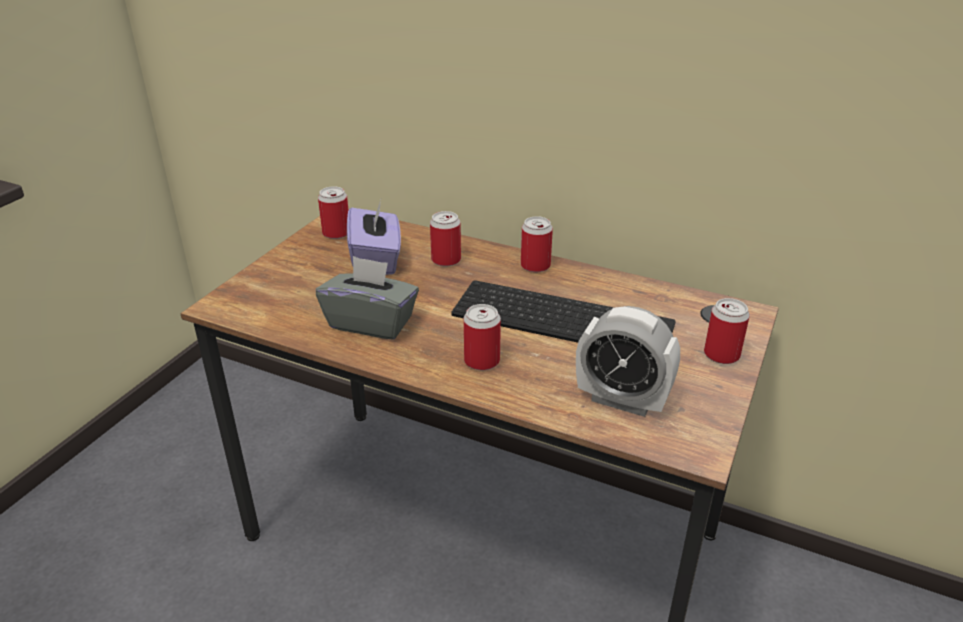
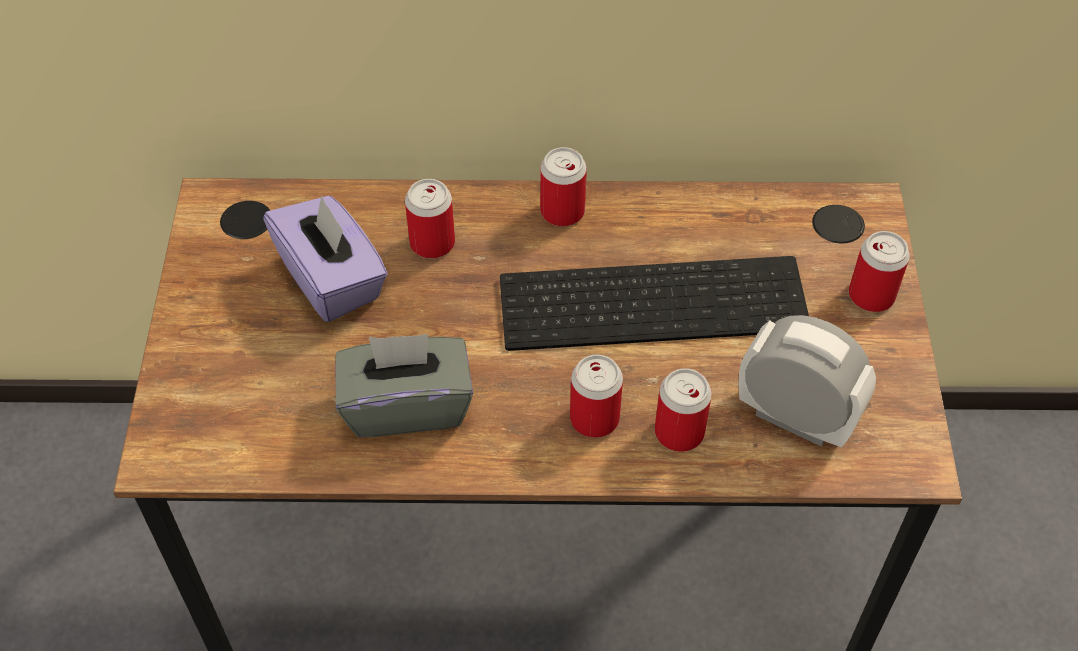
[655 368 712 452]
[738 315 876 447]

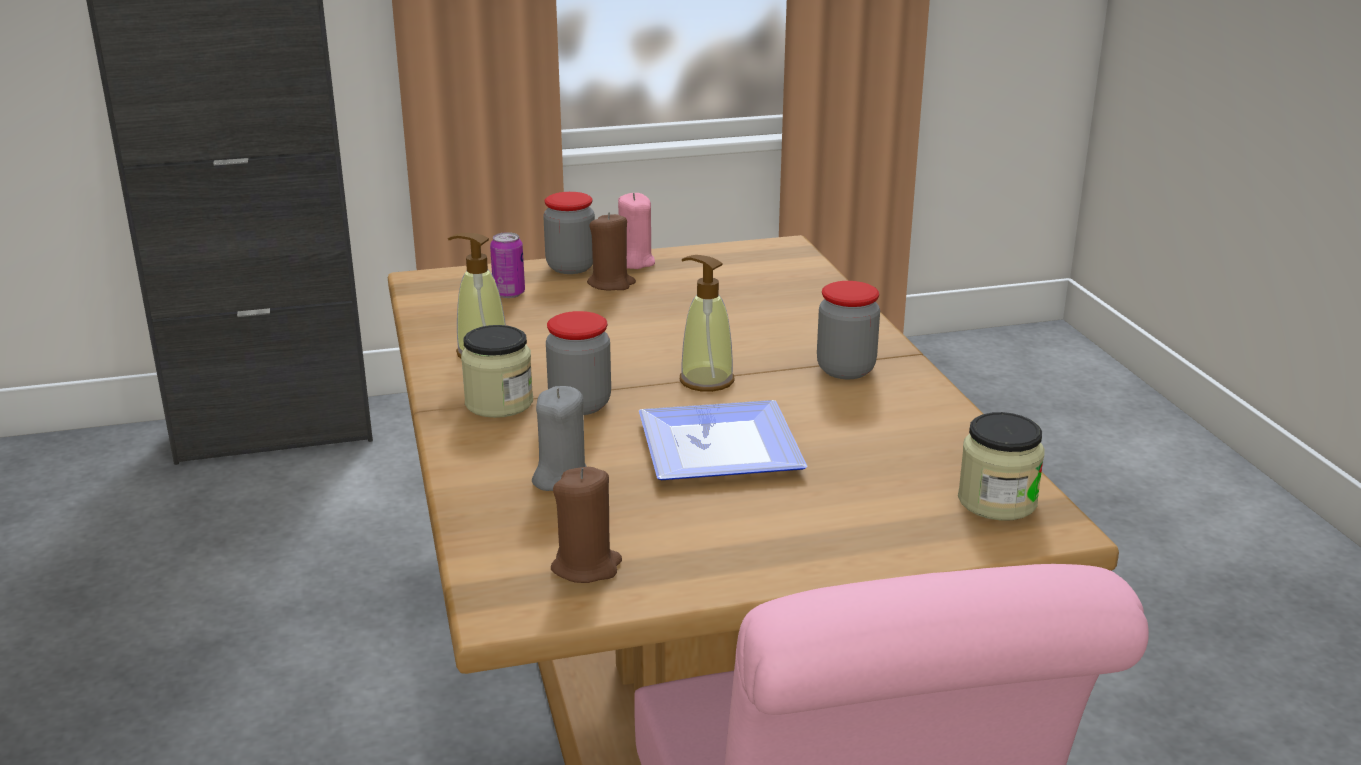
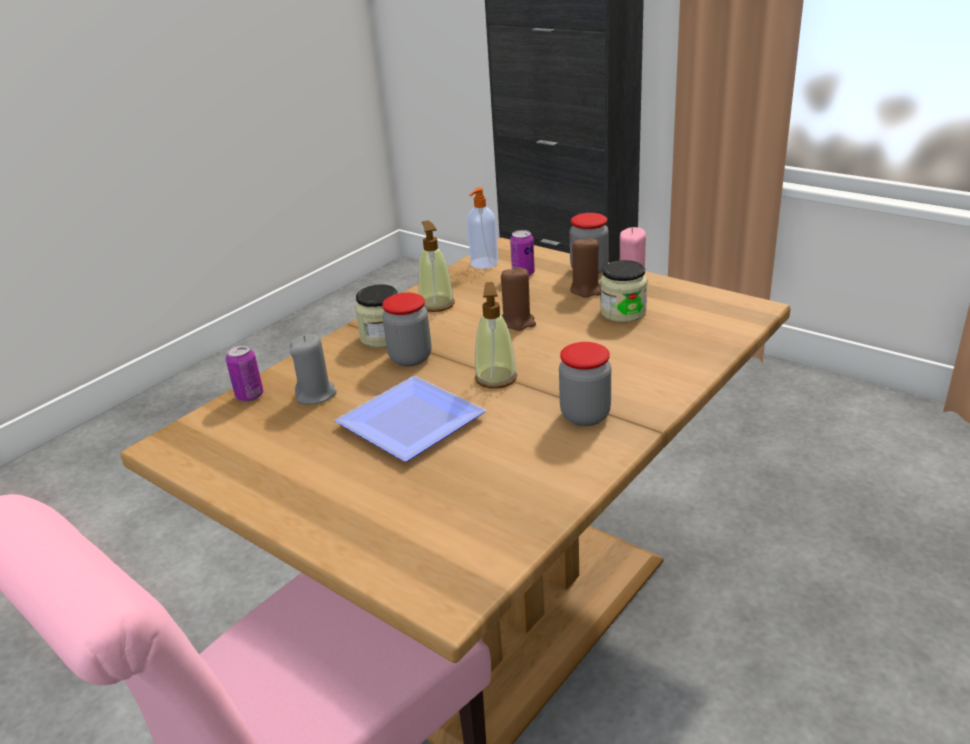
[600 260 647 322]
[501 266 536 331]
[467 187 498 269]
[226 344 263 402]

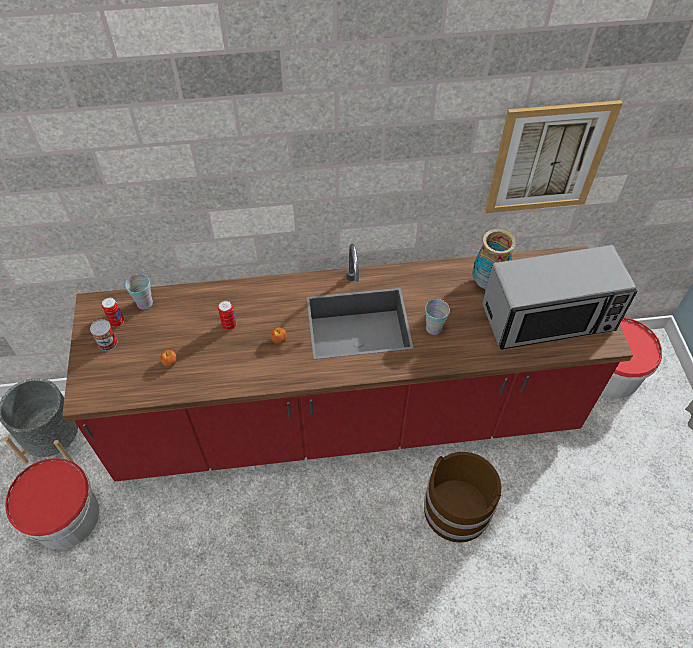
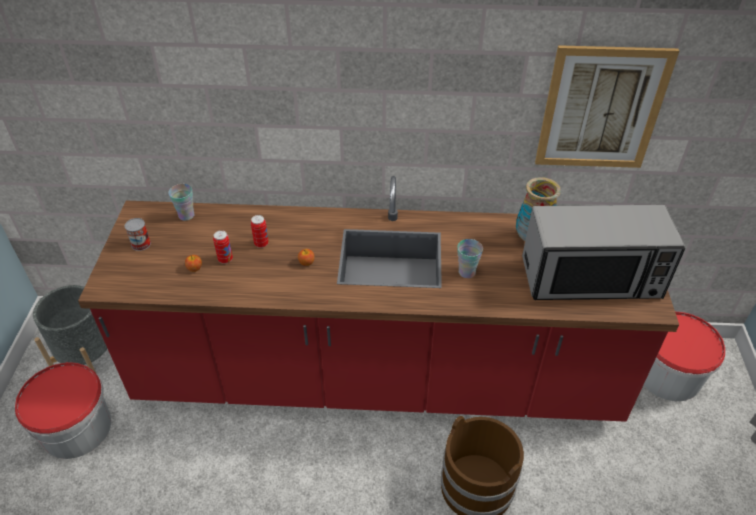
[213 230 233 264]

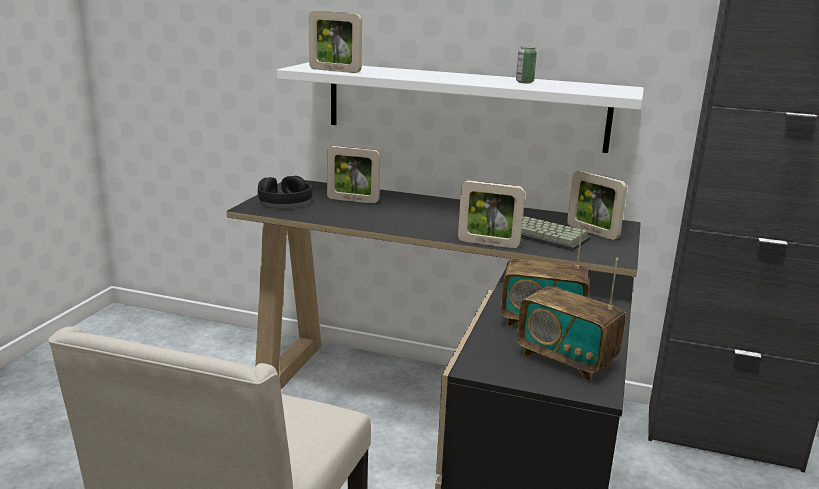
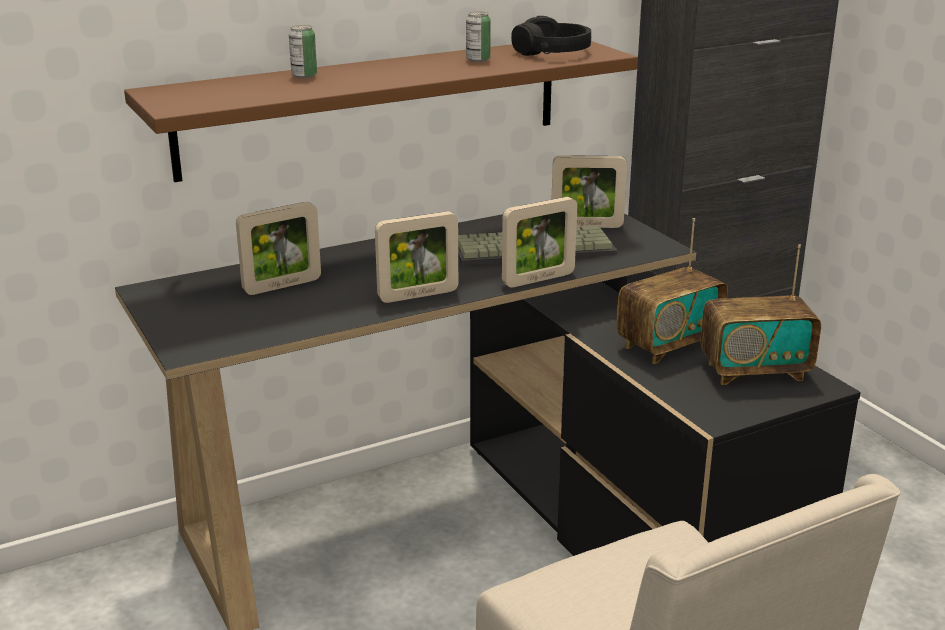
[375 211 458 303]
[124 41 638 182]
[511 16 591 56]
[289 25 317 79]

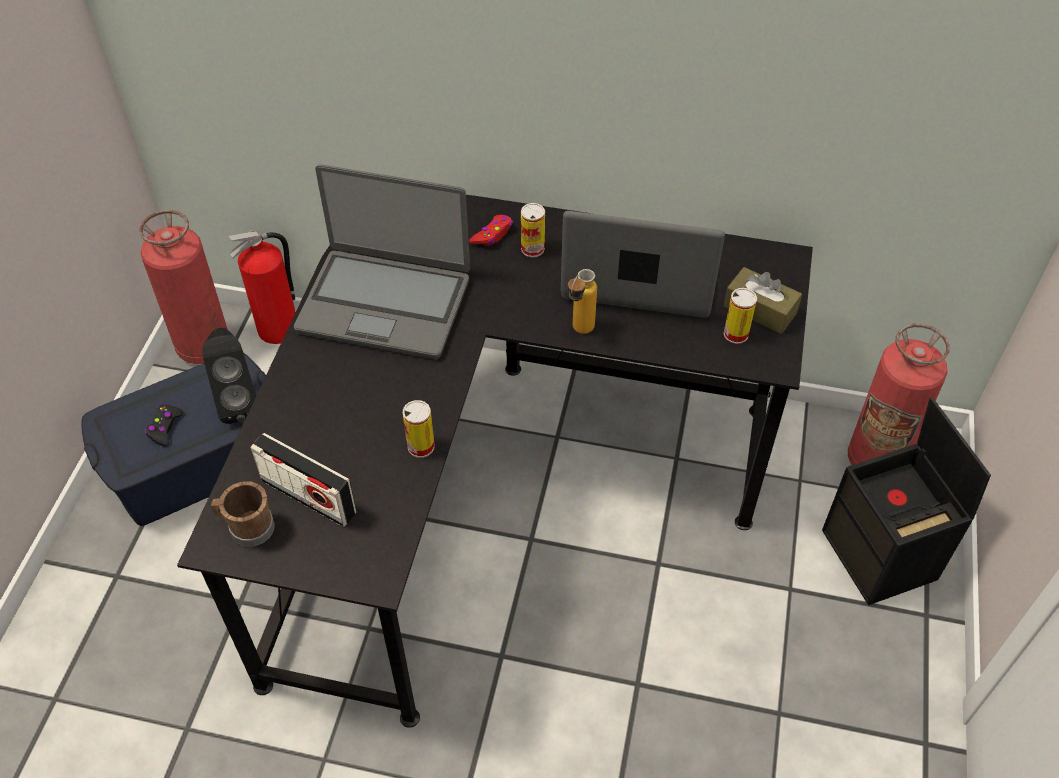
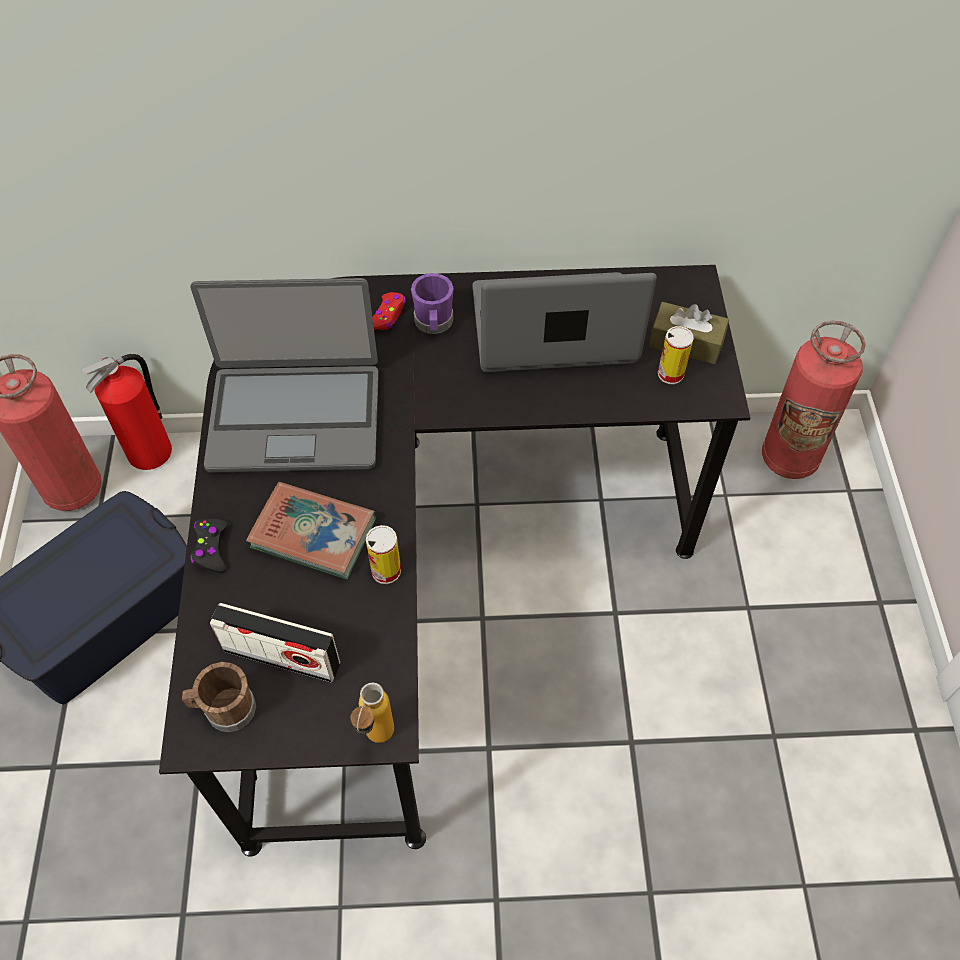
[411 273 453 334]
[351 683 394 743]
[202 328 256 424] (first image)
[822 397 991 605] (first image)
[190 518 229 573]
[246 482 376 579]

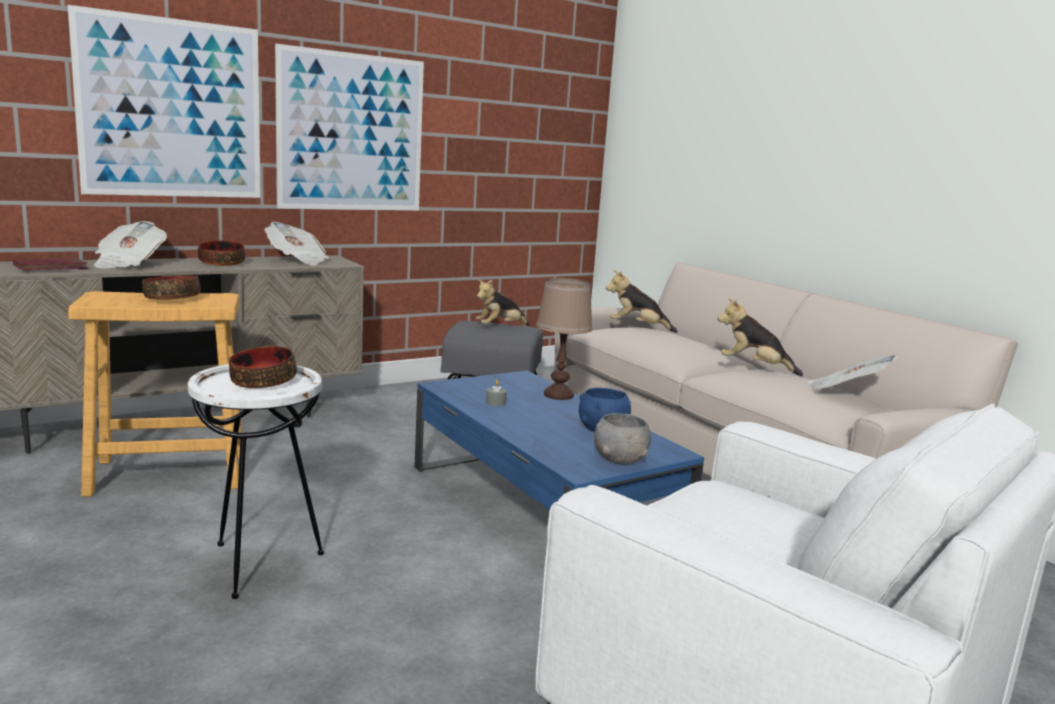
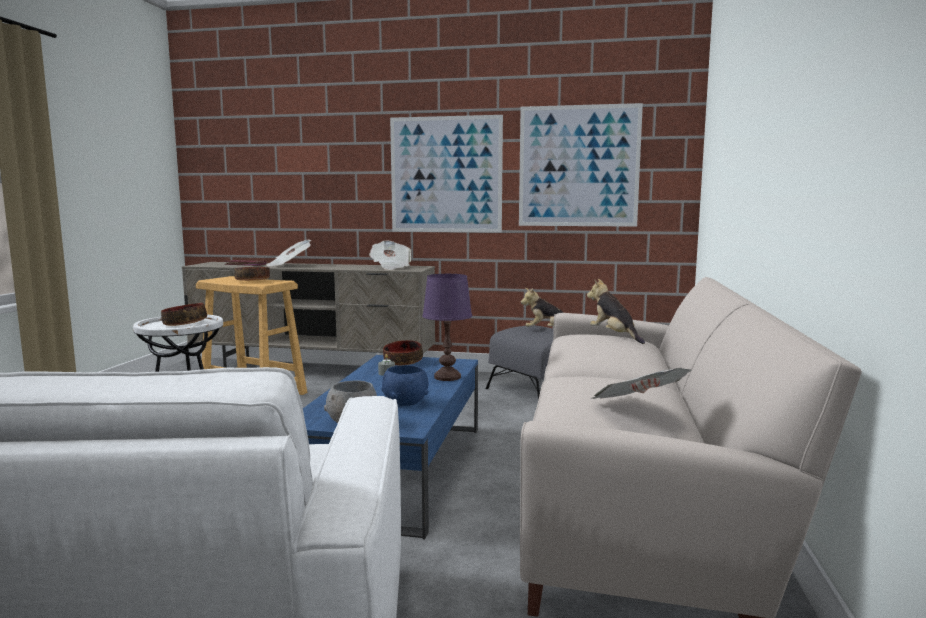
[519 103 643 227]
[383 340 423 365]
[422 274 472 381]
[718 298 803 376] (first image)

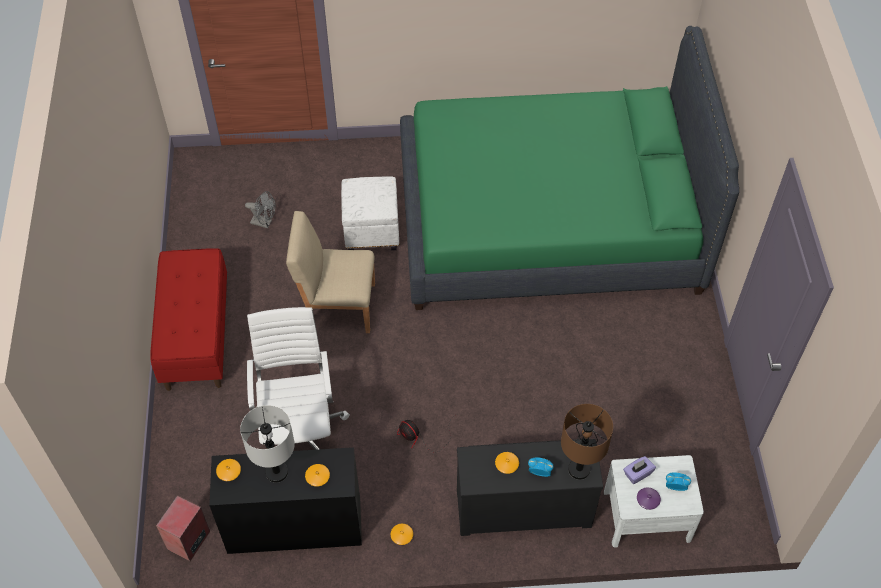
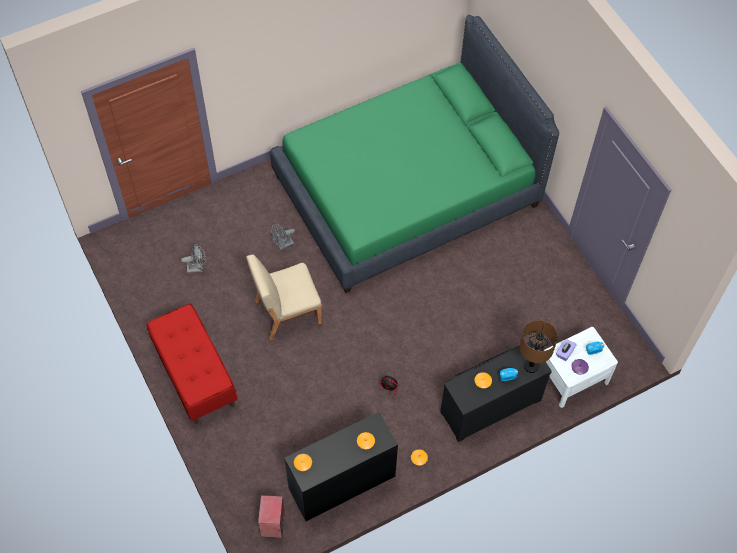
[271 223 295 250]
[247 307 350 450] (first image)
[240 405 295 483] (first image)

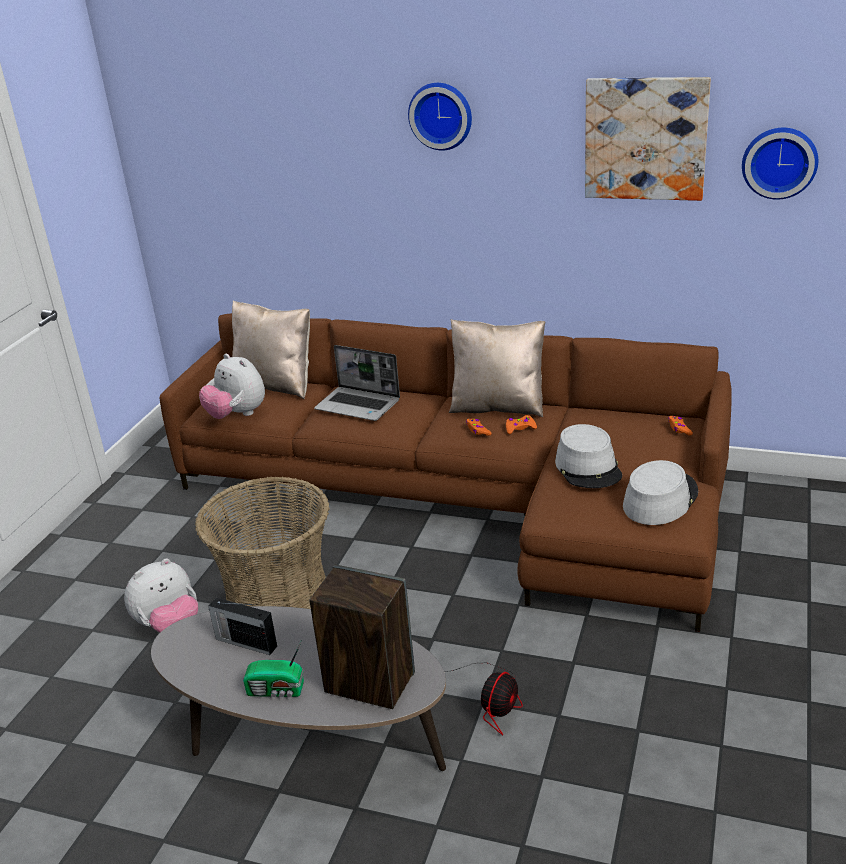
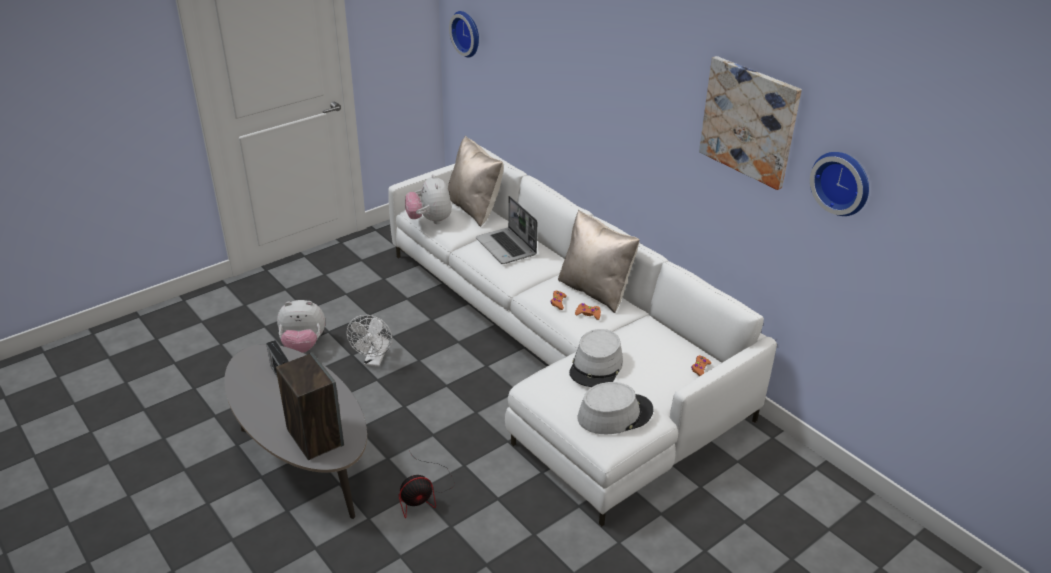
[449 11 479 58]
[388 147 777 526]
[346 315 392 367]
[243 640 304 698] (first image)

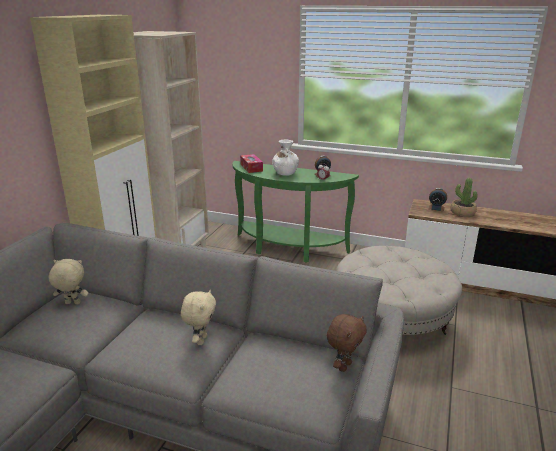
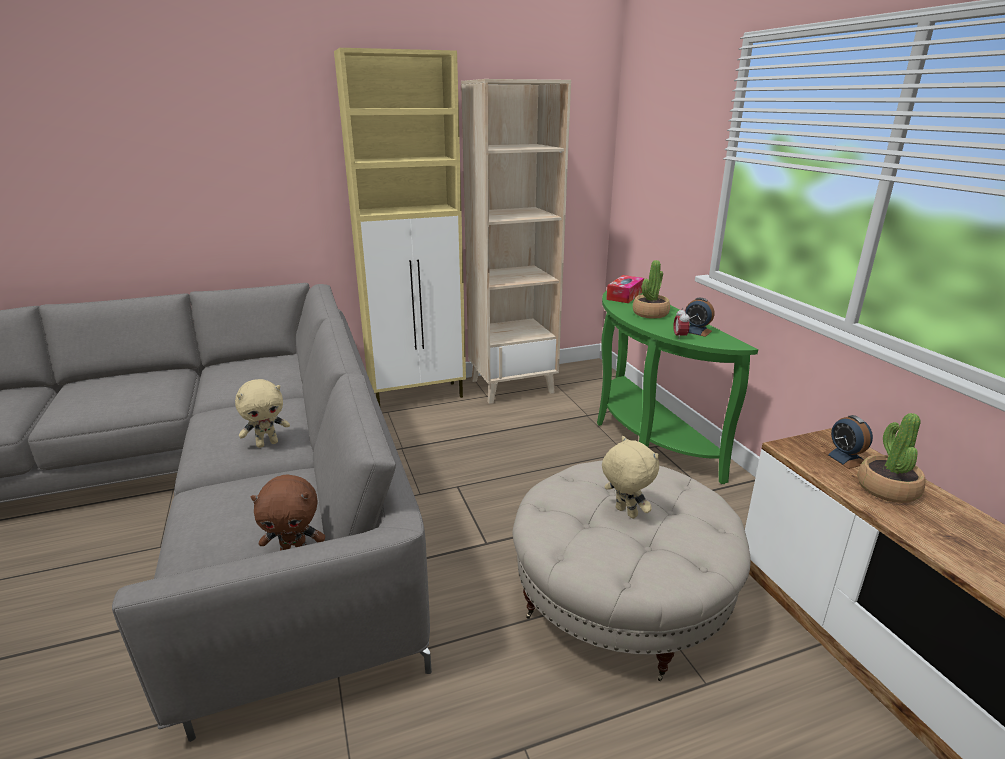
[633 260 670 319]
[602 436 659 519]

